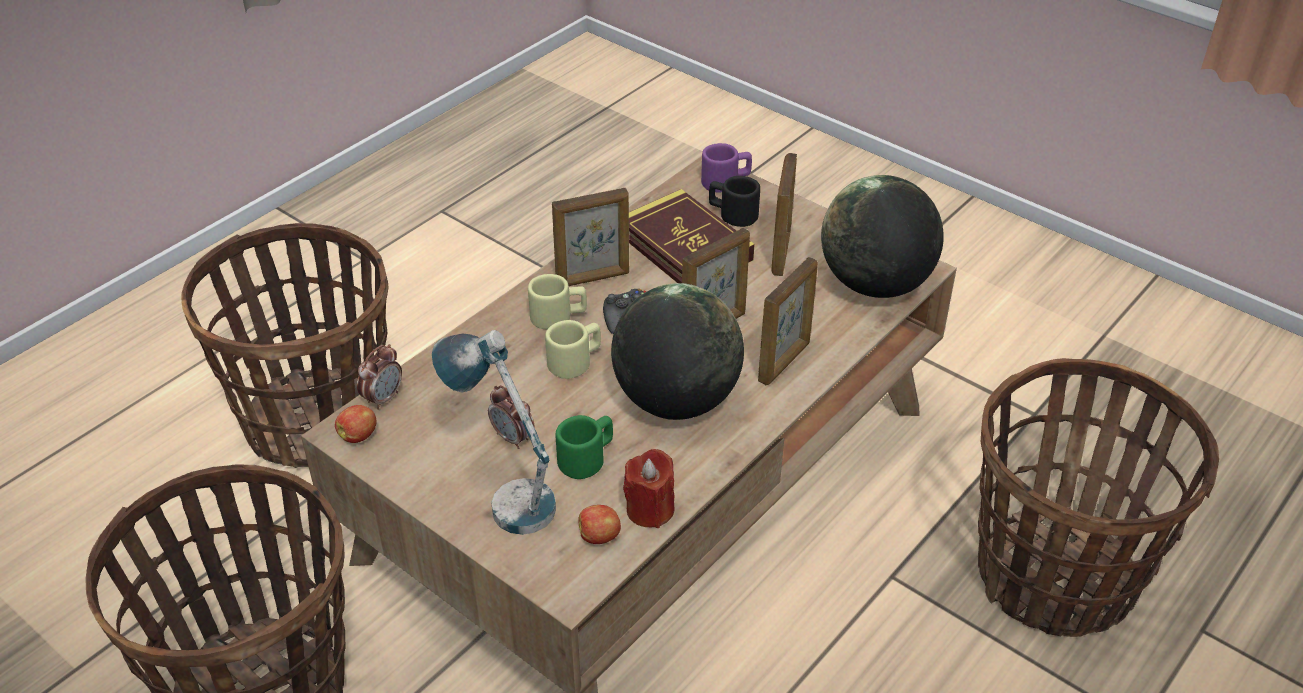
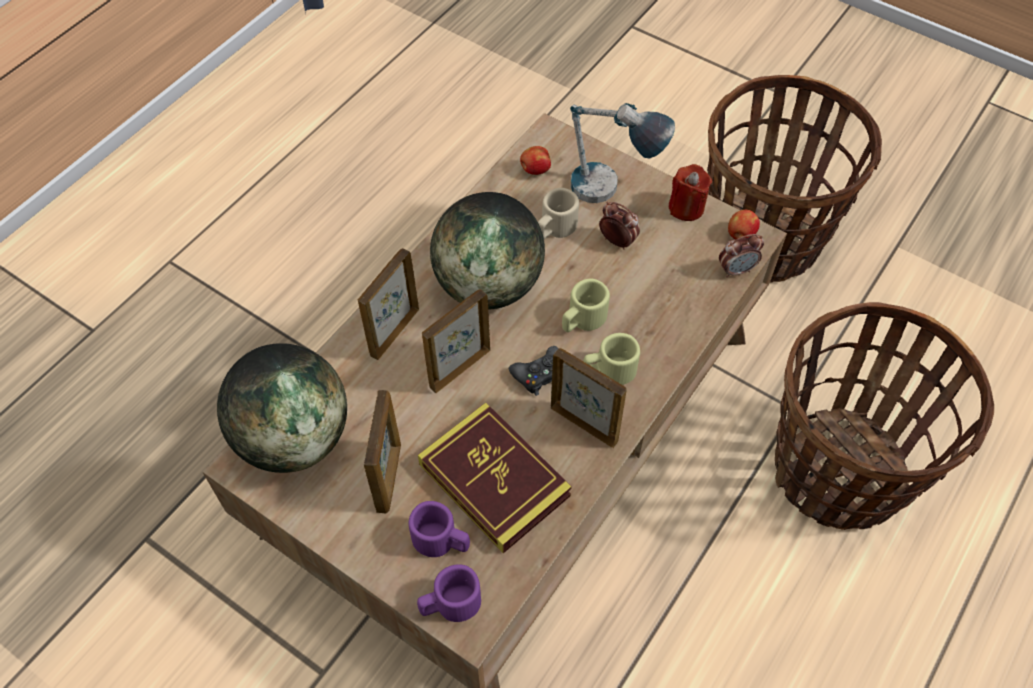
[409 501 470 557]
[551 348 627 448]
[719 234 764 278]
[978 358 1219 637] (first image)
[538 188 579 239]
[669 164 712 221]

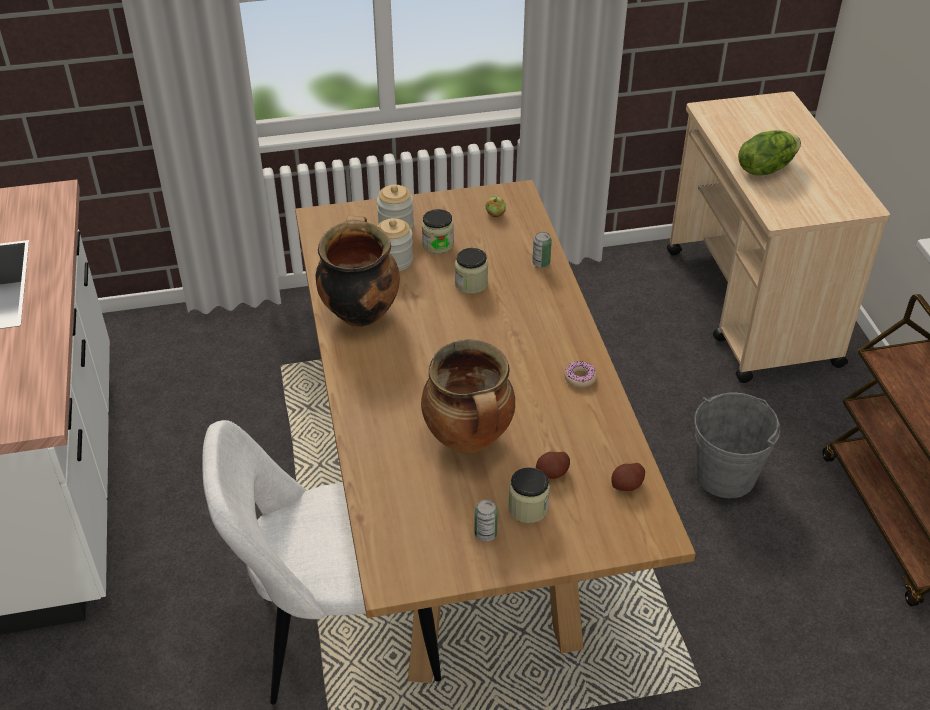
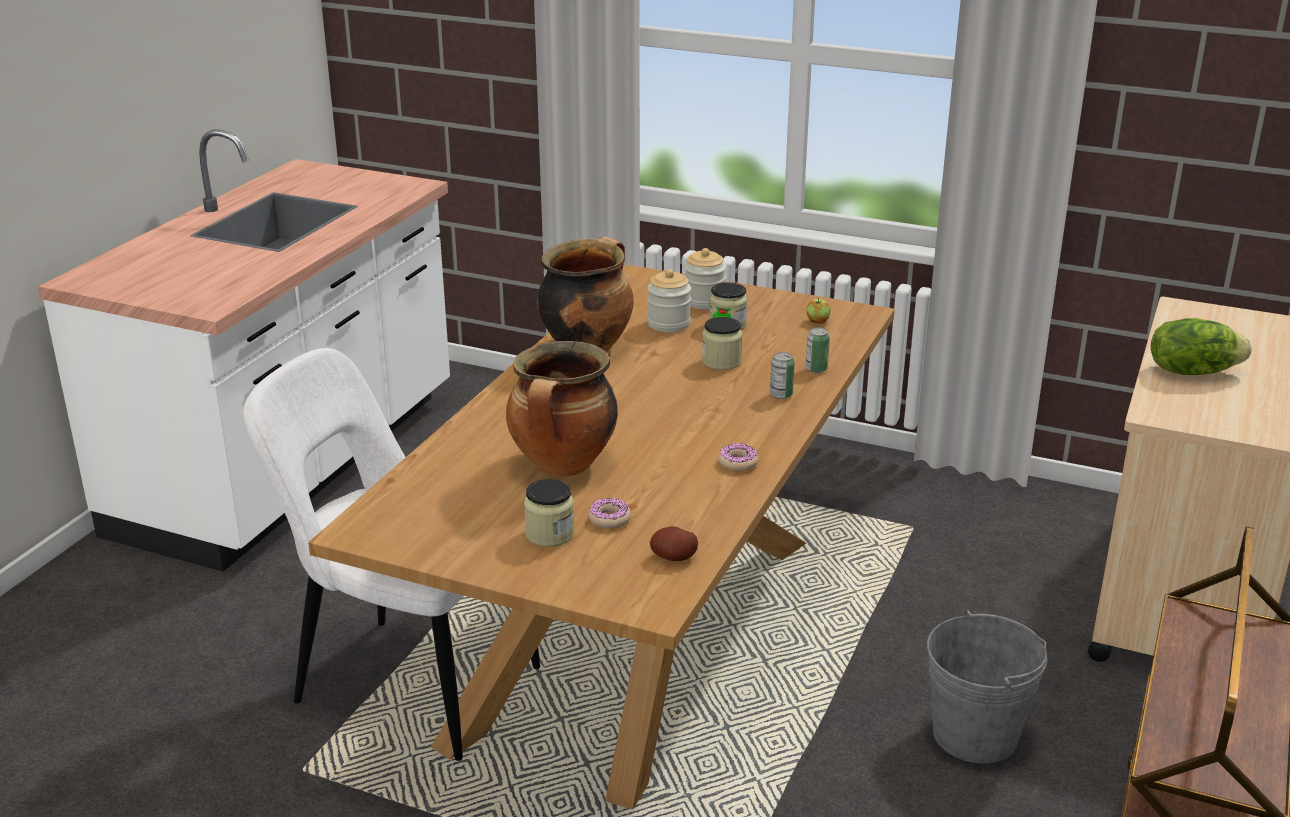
[588 498 631 529]
[770 352 795 399]

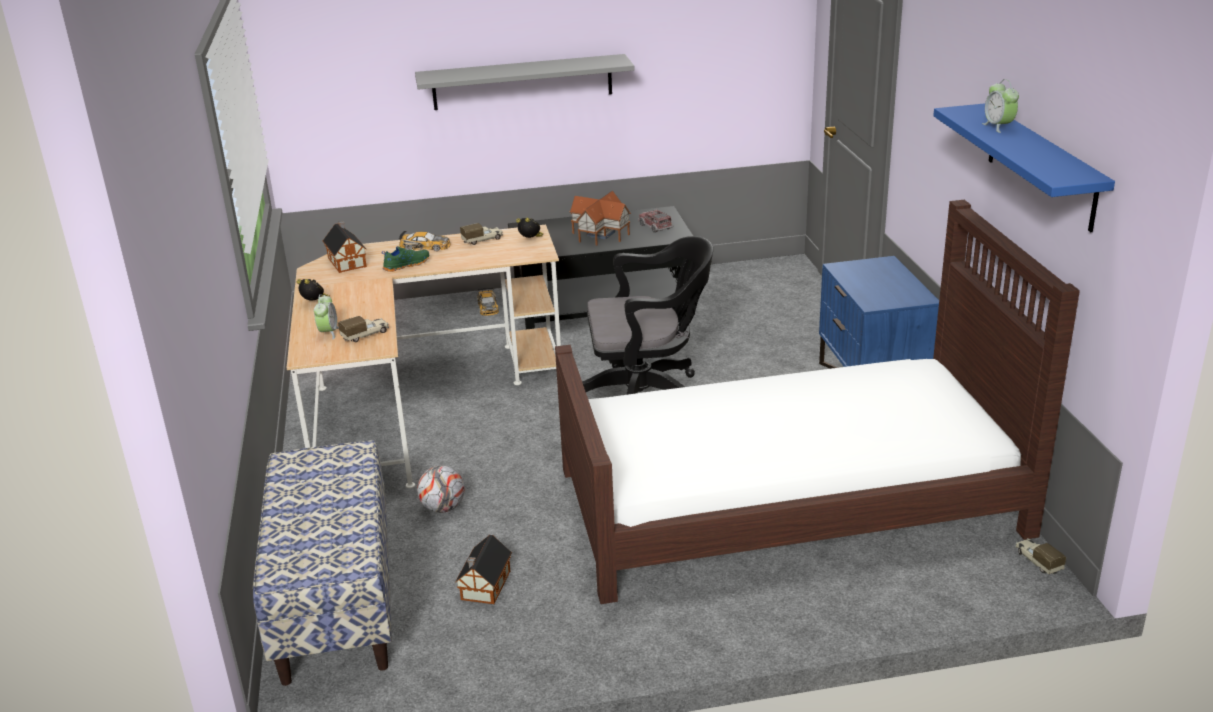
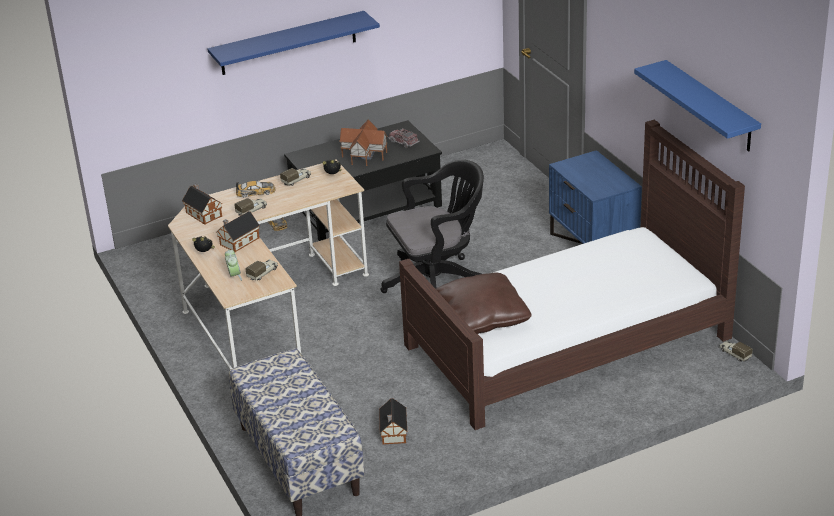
[207 11 380 75]
[982 79 1019 133] (first image)
[234 198 267 215]
[417 466 464 513] (first image)
[217 211 260 252]
[436 272 532 334]

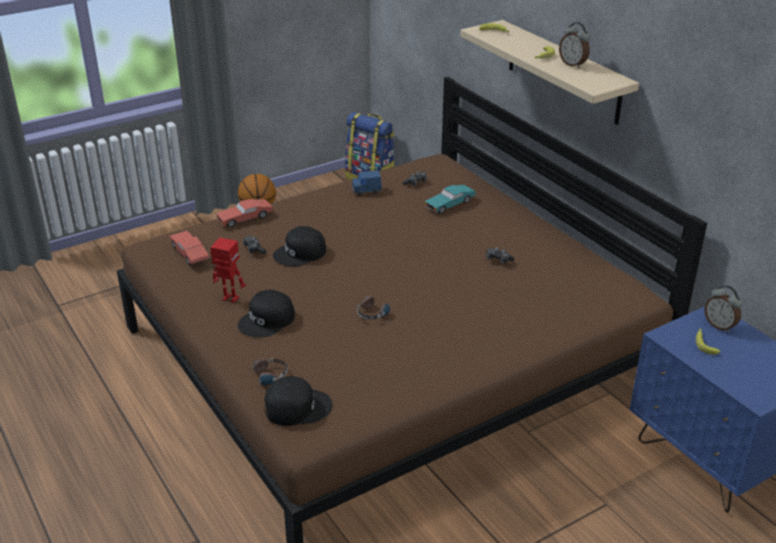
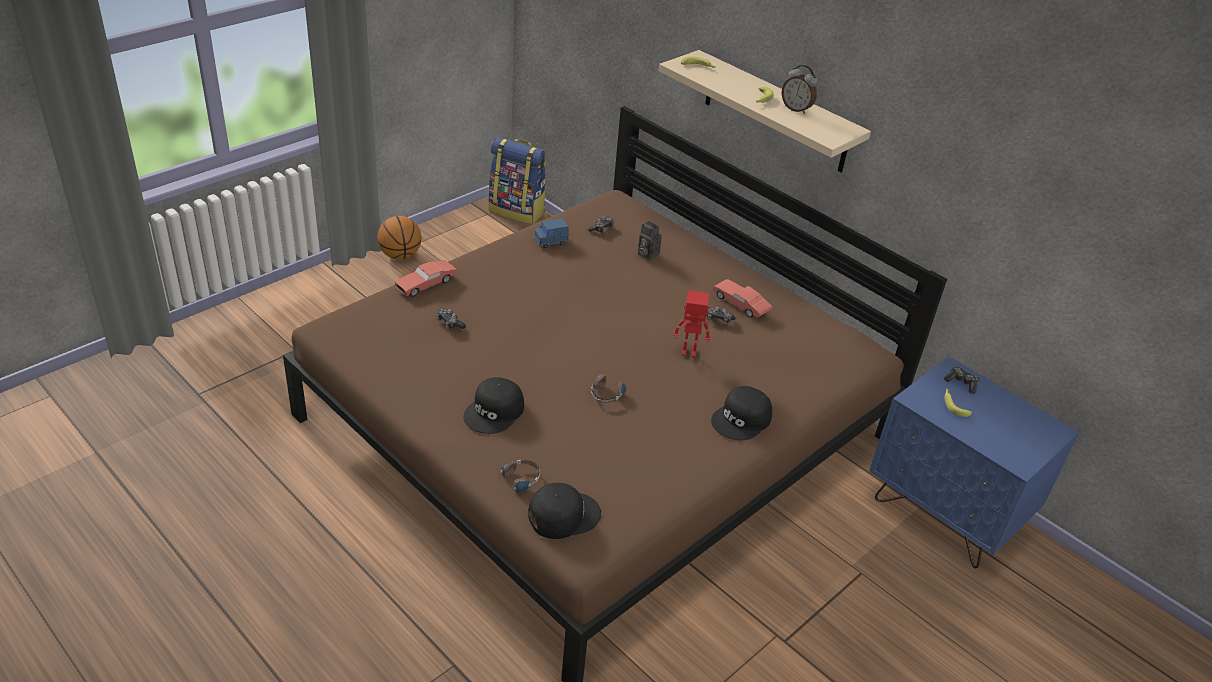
[638 221 662 260]
[711 386 772 440]
[713 279 773 318]
[673 290 710 357]
[944 367 980 394]

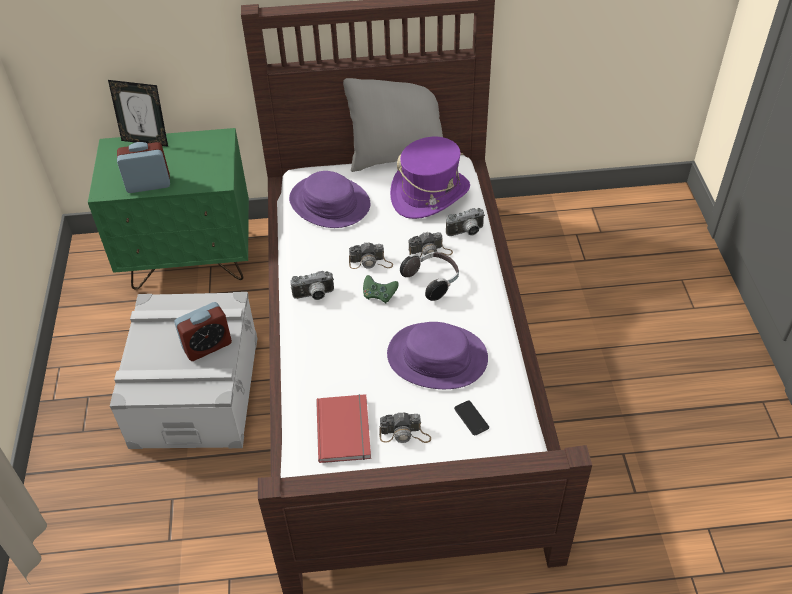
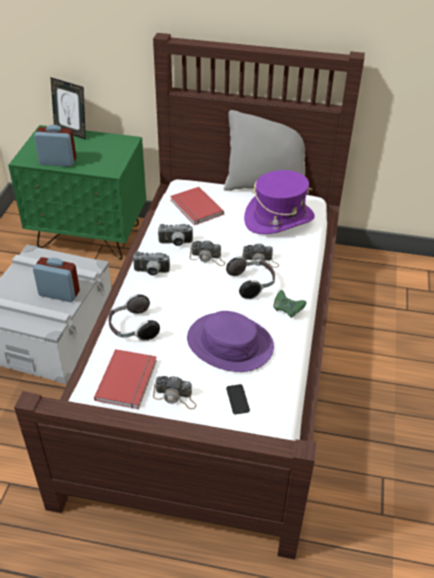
[170 187 224 225]
[158 224 193 246]
[273 290 306 318]
[33 257 80 302]
[109 294 160 341]

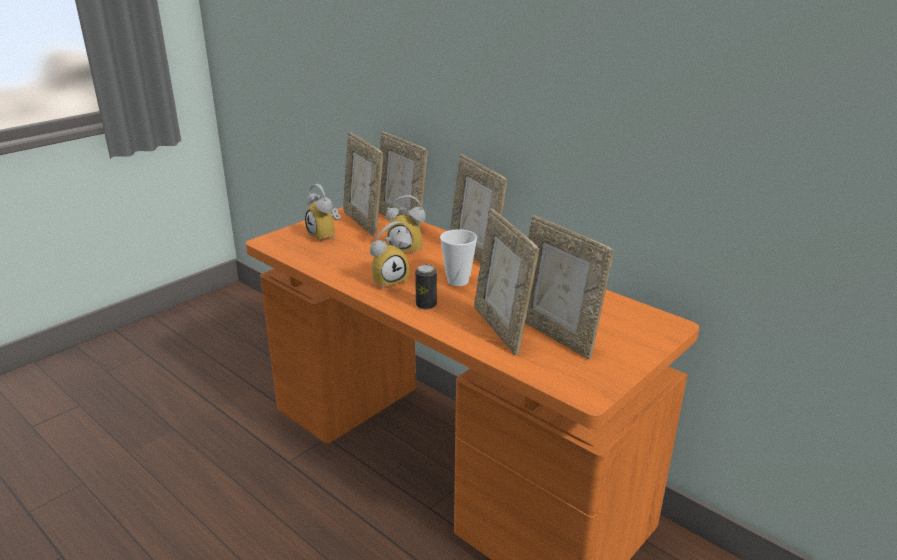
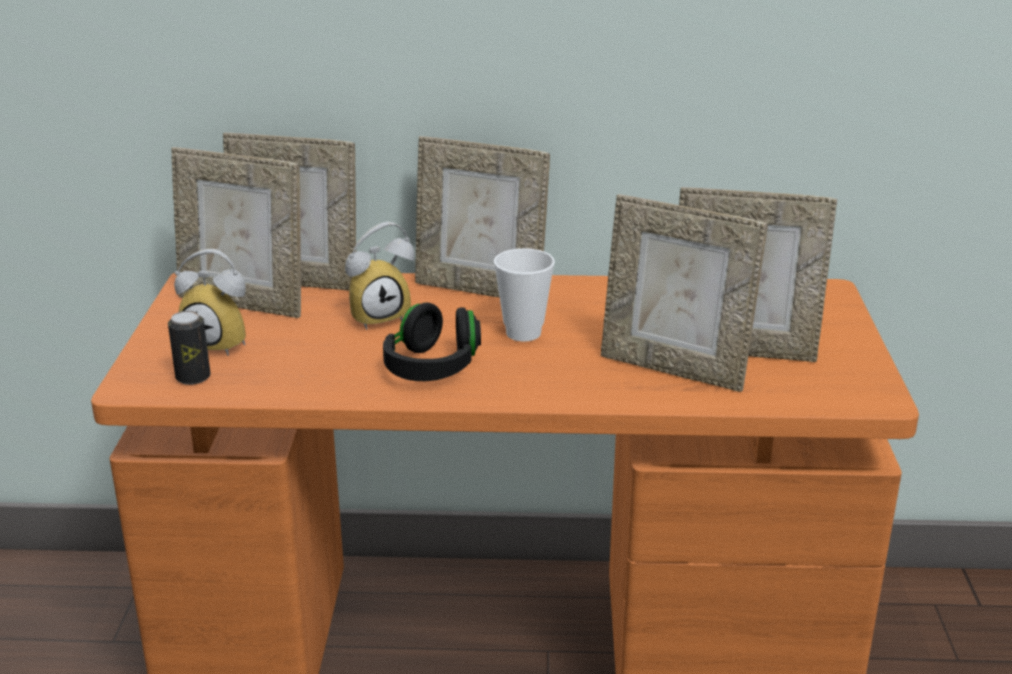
[383 302 481 381]
[168 311 210 385]

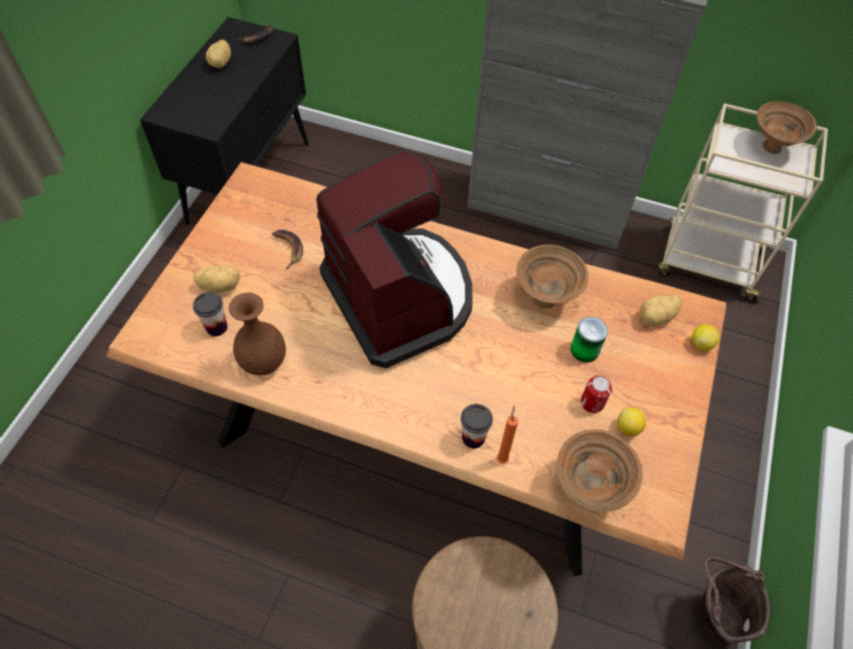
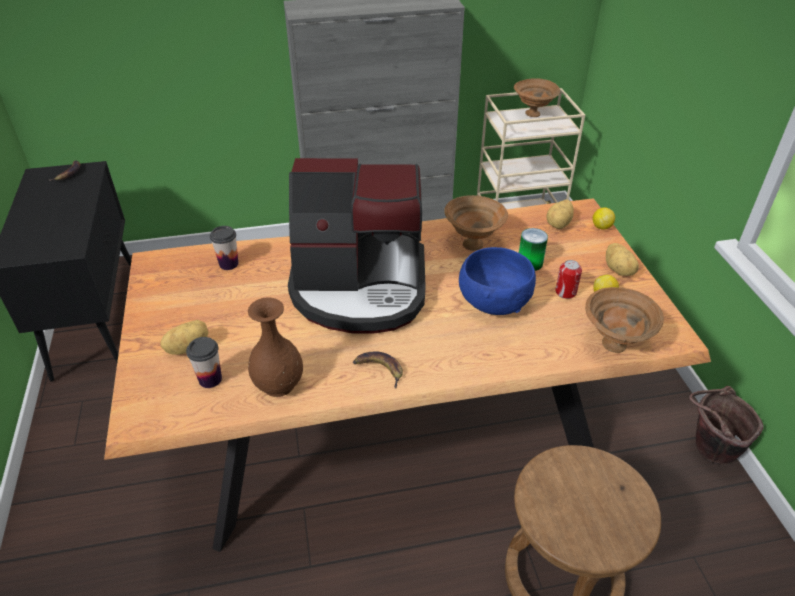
[606 243 639 276]
[288 158 426 334]
[353 351 403 389]
[210 226 238 270]
[497 406 518 464] (first image)
[459 247 536 315]

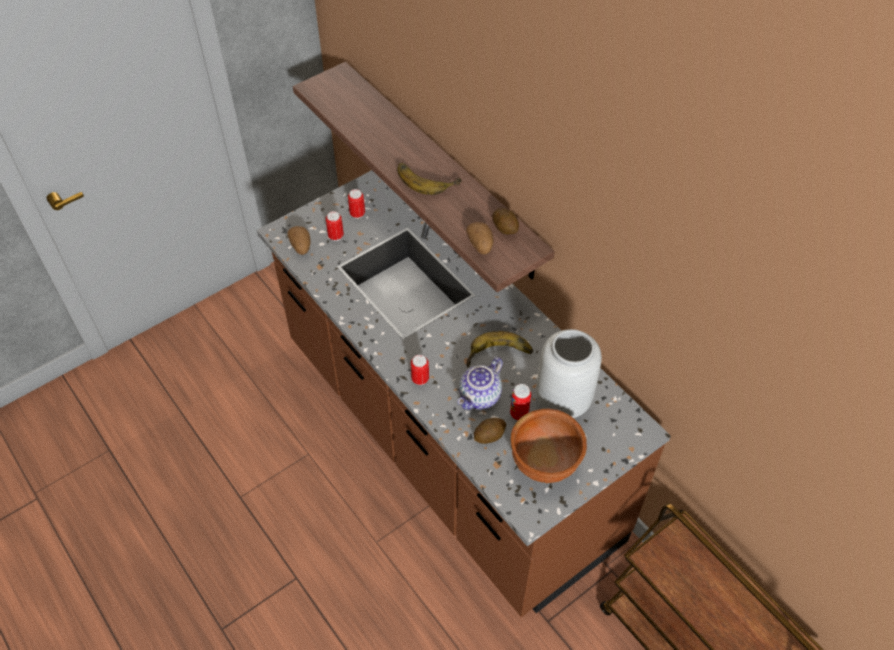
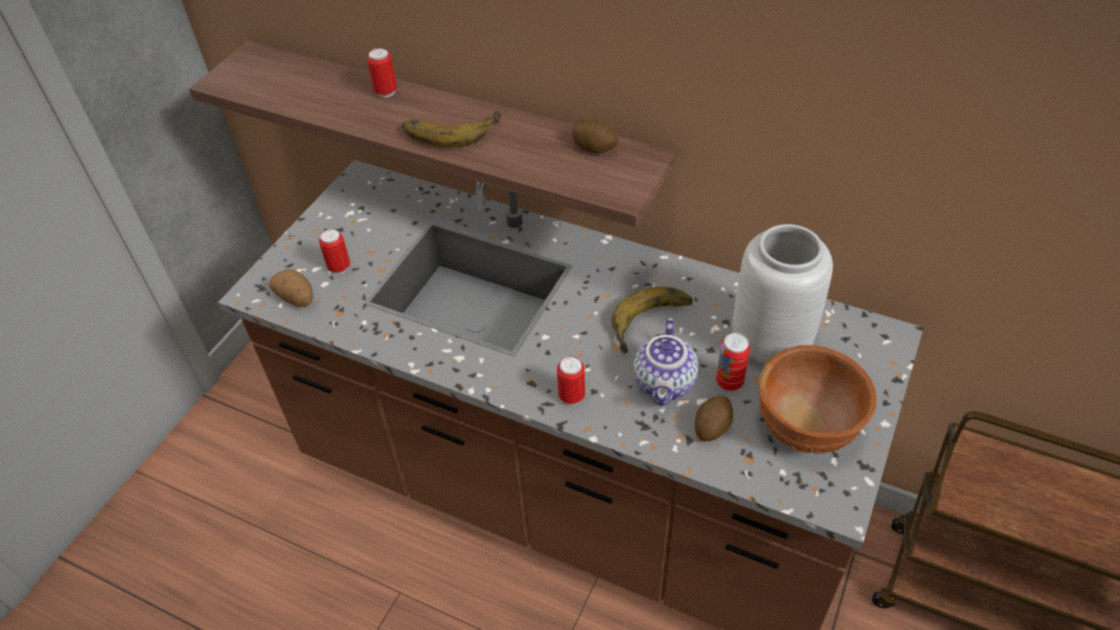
[367 48 397 98]
[466 222 494 254] (first image)

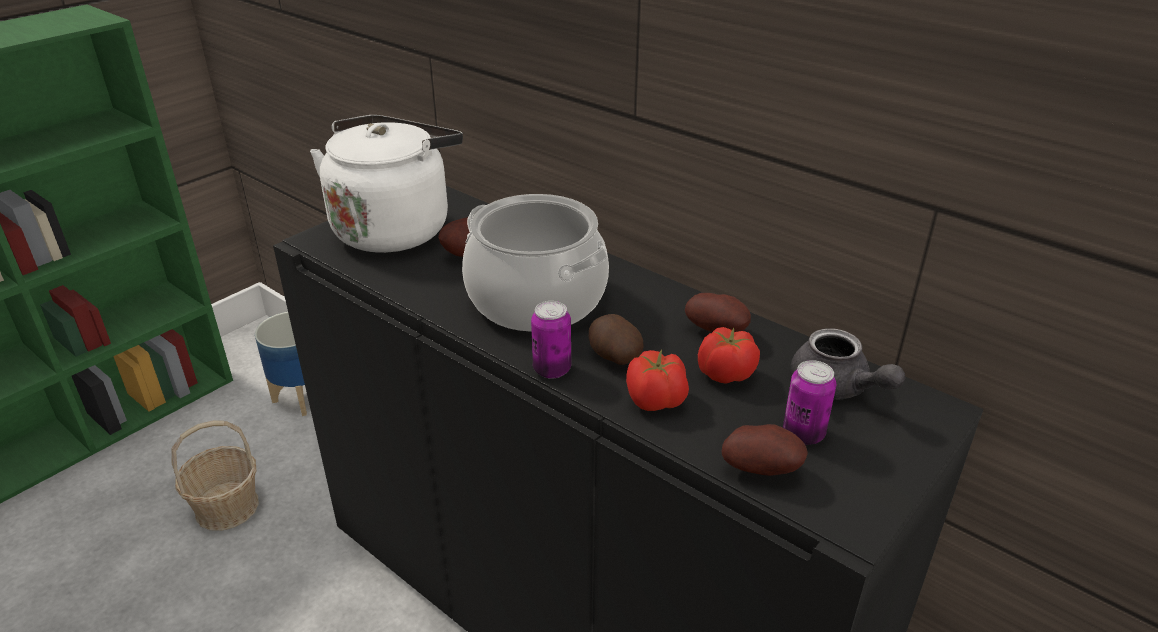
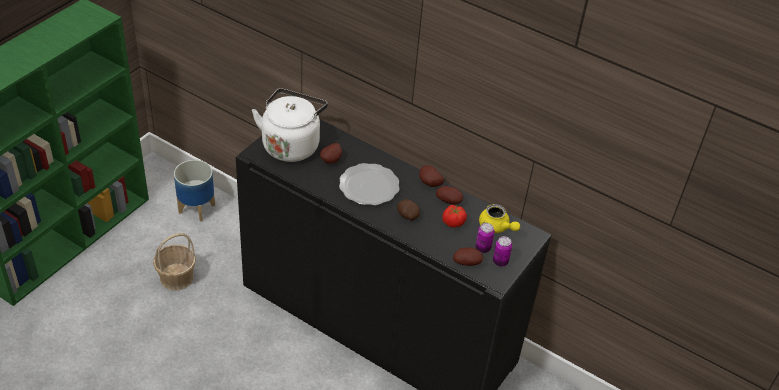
[339 163 399 206]
[493 236 512 267]
[479 204 520 233]
[626 350 689 411] (first image)
[419 165 444 187]

